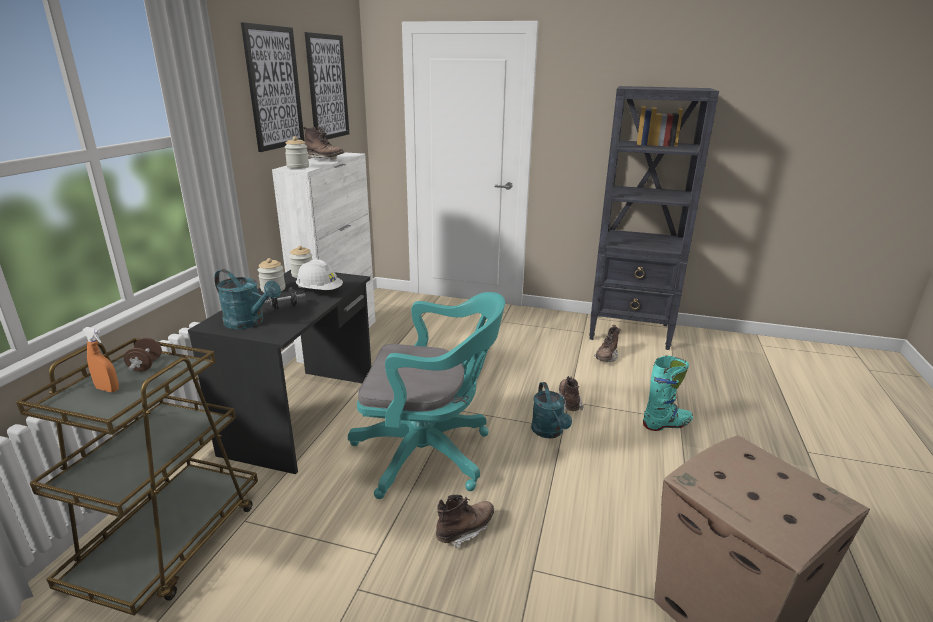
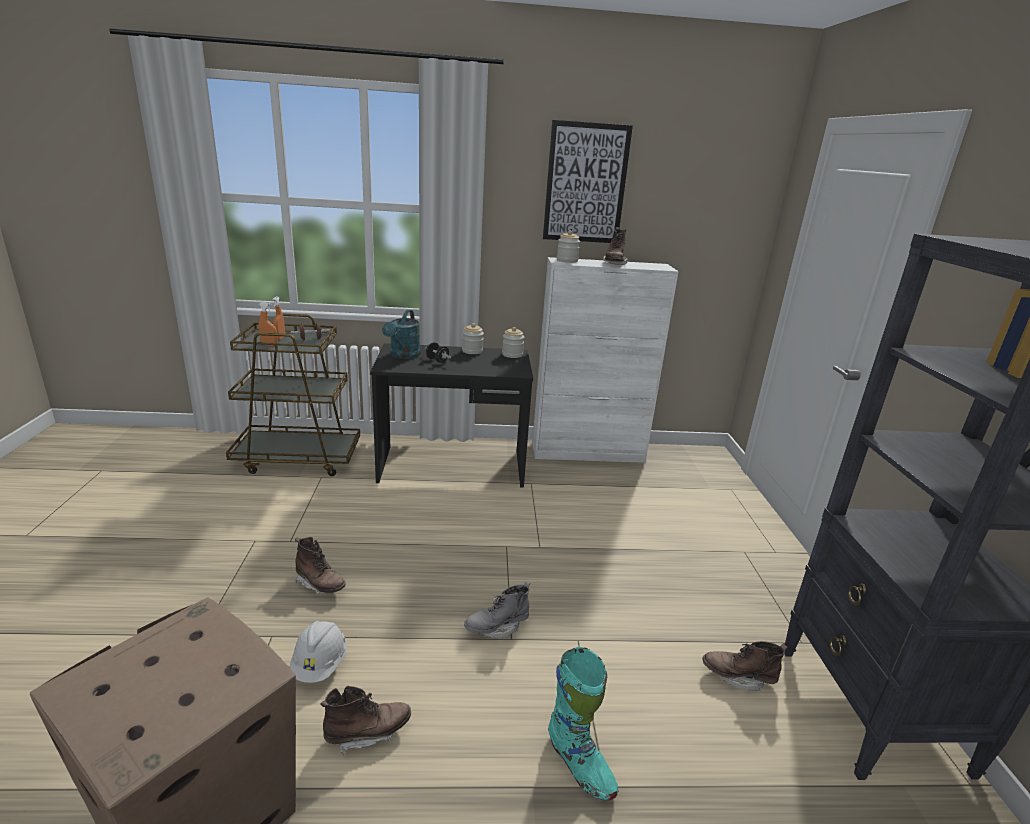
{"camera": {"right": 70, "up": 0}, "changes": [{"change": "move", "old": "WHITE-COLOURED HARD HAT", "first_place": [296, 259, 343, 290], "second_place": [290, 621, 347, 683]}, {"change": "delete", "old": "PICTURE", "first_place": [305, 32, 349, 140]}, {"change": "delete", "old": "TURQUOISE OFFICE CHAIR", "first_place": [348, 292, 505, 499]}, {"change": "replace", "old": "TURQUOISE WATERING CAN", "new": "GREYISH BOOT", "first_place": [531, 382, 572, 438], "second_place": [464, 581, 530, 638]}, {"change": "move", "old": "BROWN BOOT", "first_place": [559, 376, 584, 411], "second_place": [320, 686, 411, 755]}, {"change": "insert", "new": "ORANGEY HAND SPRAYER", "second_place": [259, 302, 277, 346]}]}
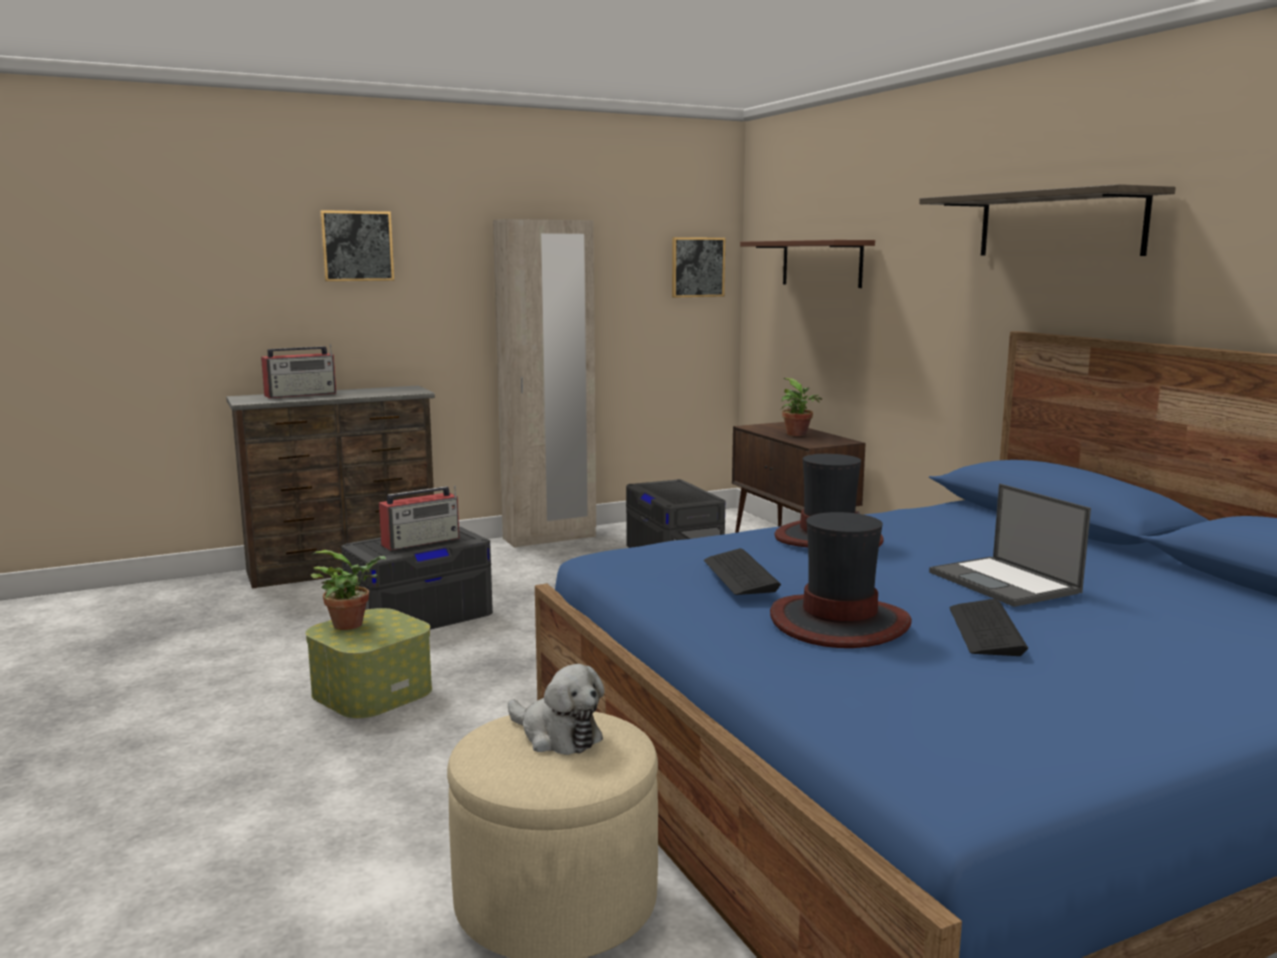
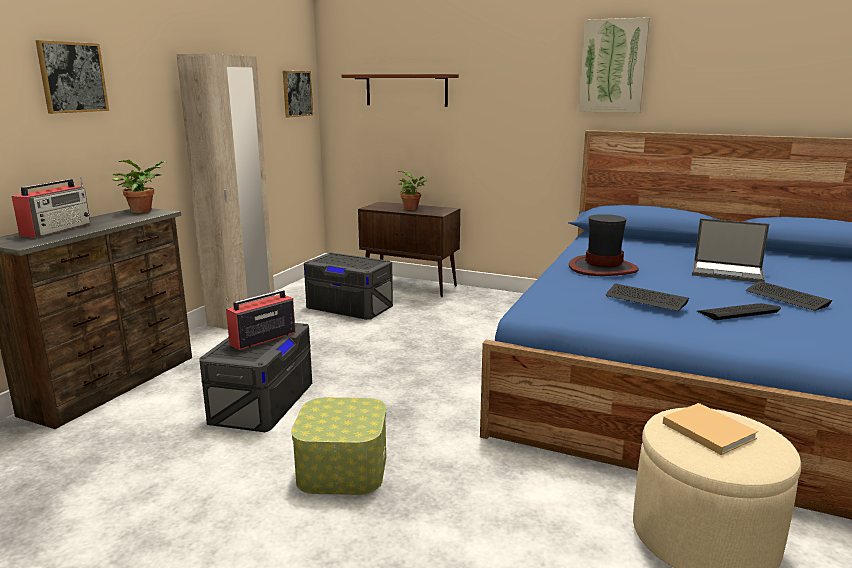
{"camera": {"right": -40, "up": 5}, "changes": [{"change": "move", "old": "PLANT IN A POT", "first_place": [311, 550, 386, 630], "second_place": [112, 160, 166, 213]}, {"change": "rotate", "old": "RADIO SET", "first_place": [379, 485, 459, 550], "second_place": [226, 290, 295, 350], "degrees": -150}, {"change": "replace", "old": "PLUSH TOY", "new": "SAND-COLOURED BOUND BOOK", "first_place": [508, 664, 605, 755], "second_place": [663, 403, 758, 455]}, {"change": "replace", "old": "CLOTHING HAT", "new": "PC KEYBOARD", "first_place": [770, 512, 912, 648], "second_place": [697, 303, 781, 320]}, {"change": "replace", "old": "WALL SHELF", "new": "PICTURE", "first_place": [919, 184, 1176, 256], "second_place": [579, 17, 650, 113]}]}
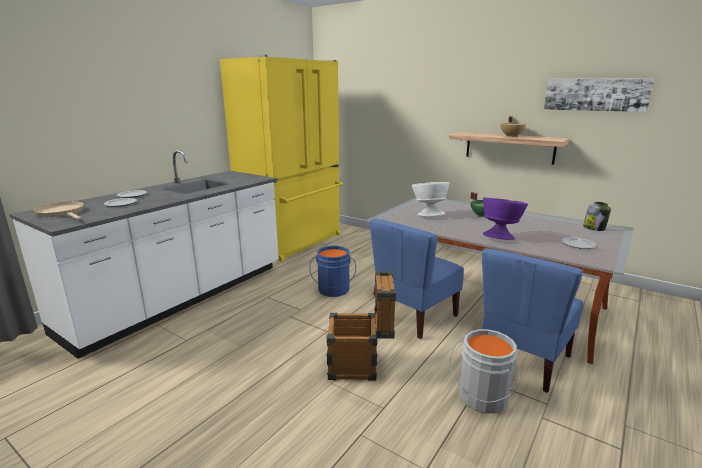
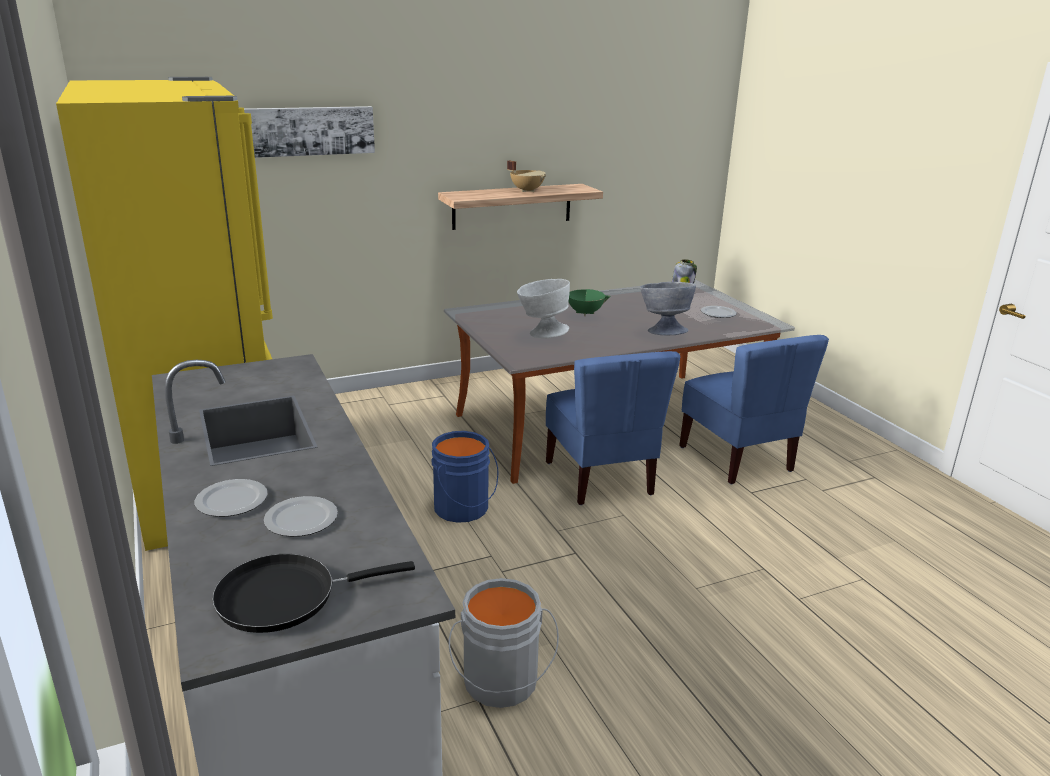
{"camera": {"right": -60, "up": 5}, "changes": [{"change": "recolor", "old": "SAND-COLOURED SKILLET", "new": "BLACKISH SKILLET", "first_place": [32, 201, 84, 220], "second_place": [212, 554, 415, 633]}, {"change": "delete", "old": "CRATE", "first_place": [326, 271, 396, 381]}, {"change": "move", "old": "GREYISH PAIL", "first_place": [449, 329, 521, 414], "second_place": [449, 578, 559, 708]}, {"change": "recolor", "old": "PURPLE-COLOURED BOWL", "new": "GREYISH BOWL", "first_place": [483, 197, 528, 240], "second_place": [640, 282, 696, 336]}, {"change": "move", "old": "PICTURE", "first_place": [544, 78, 654, 112], "second_place": [244, 106, 375, 158]}]}
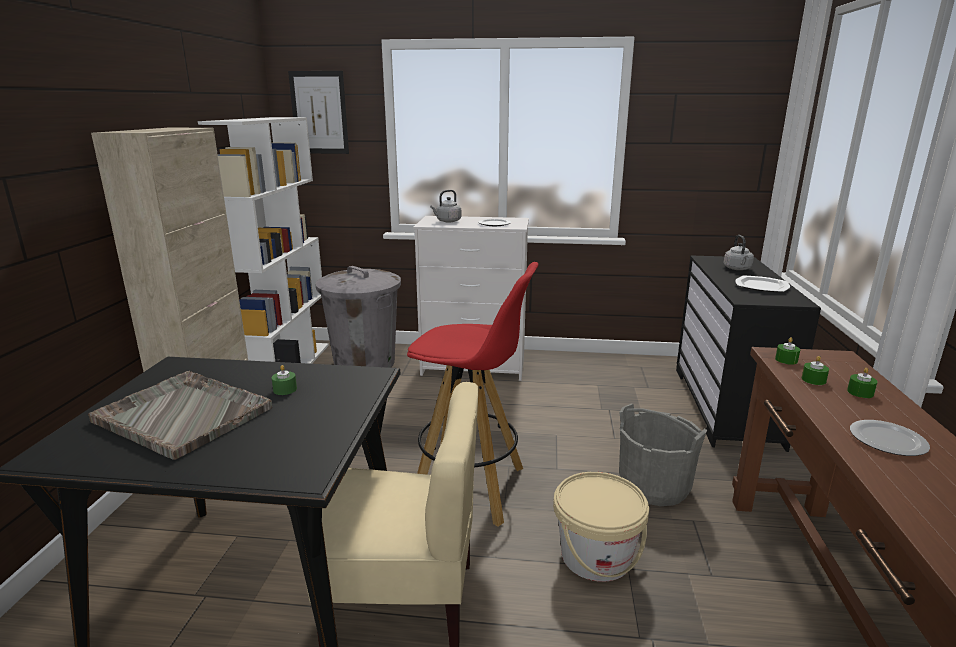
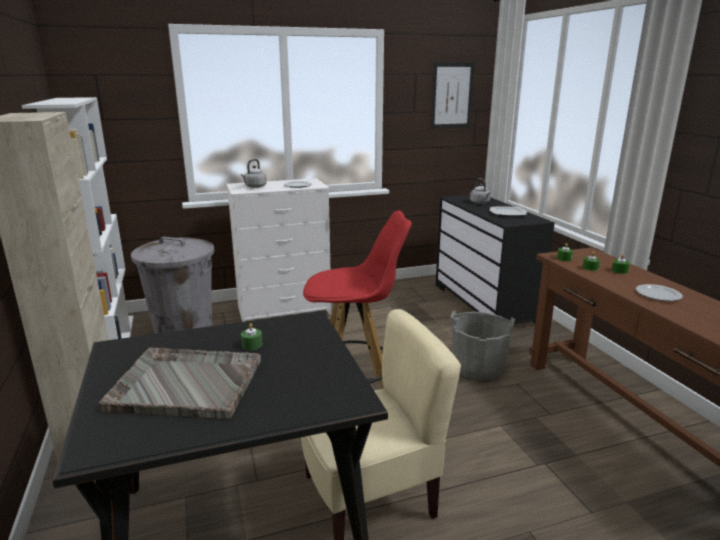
{"camera": {"right": -25, "up": 0}, "changes": [{"change": "move", "old": "PICTURE", "first_place": [288, 71, 349, 154], "second_place": [431, 62, 475, 129]}, {"change": "delete", "old": "SAND-COLOURED PAIL", "first_place": [553, 472, 649, 582]}]}
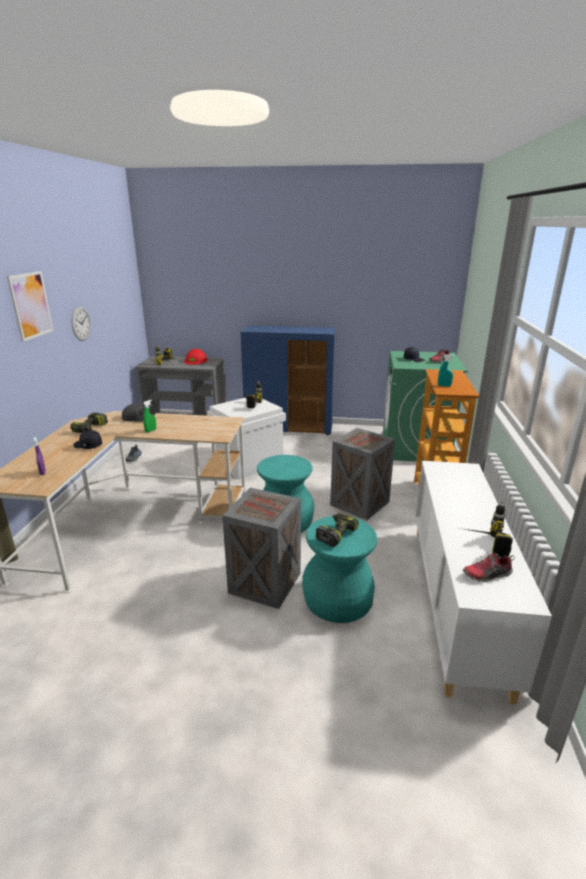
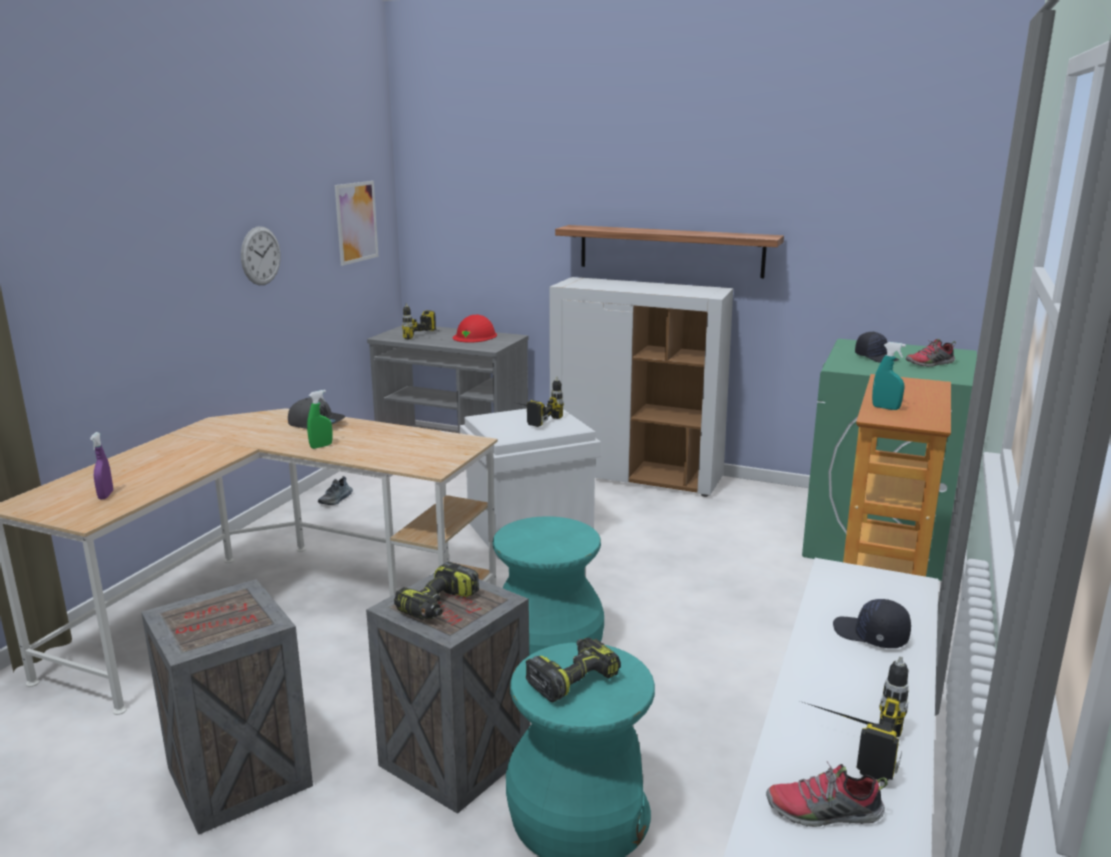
{"camera": {"right": 15, "up": -5}, "changes": [{"change": "move", "old": "PICTURE", "first_place": [7, 271, 53, 342], "second_place": [335, 181, 379, 266]}, {"change": "move", "old": "ELECTRIC DRILL", "first_place": [70, 413, 108, 433], "second_place": [394, 562, 479, 620]}, {"change": "move", "old": "BLACKISH PEAKED CAP", "first_place": [73, 430, 102, 449], "second_place": [833, 599, 911, 648]}, {"change": "recolor", "old": "BLUE-COLOURED CABINET", "new": "WHITE-COLOURED CABINET", "first_place": [241, 325, 335, 435], "second_place": [549, 277, 733, 497]}, {"change": "move", "old": "CRATE", "first_place": [330, 428, 395, 520], "second_place": [141, 579, 313, 835]}, {"change": "insert", "new": "WALL SHELF", "second_place": [555, 225, 784, 278]}]}
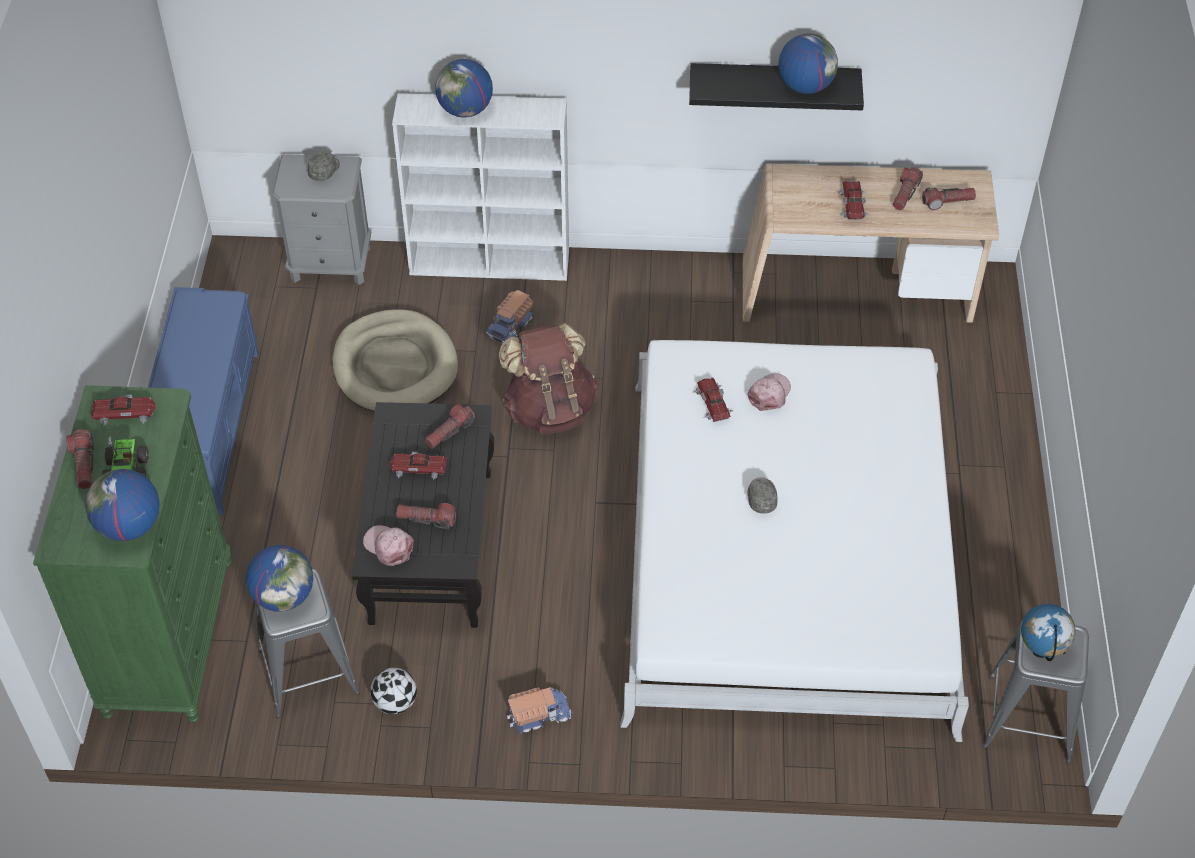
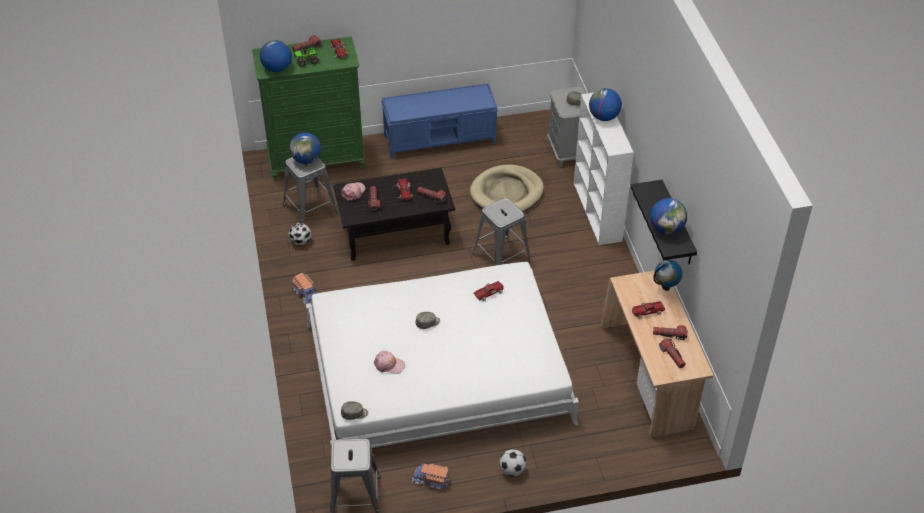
{"camera": {"right": 75, "up": -5}, "changes": [{"change": "move", "old": "TOY TRUCK", "first_place": [486, 290, 535, 344], "second_place": [412, 464, 449, 490]}, {"change": "replace", "old": "BROWN KNAPSACK", "new": "GREYISH SITTING STOOL", "first_place": [499, 323, 597, 434], "second_place": [473, 198, 531, 266]}, {"change": "move", "old": "PINK PEAKED CAP", "first_place": [748, 373, 791, 411], "second_place": [374, 351, 405, 374]}, {"change": "move", "old": "WORLD GLOBE", "first_place": [1021, 604, 1076, 661], "second_place": [653, 260, 682, 291]}, {"change": "insert", "new": "GREYISH PEAKED CAP", "second_place": [341, 401, 368, 420]}, {"change": "insert", "new": "FOOTBALL", "second_place": [499, 449, 526, 477]}]}
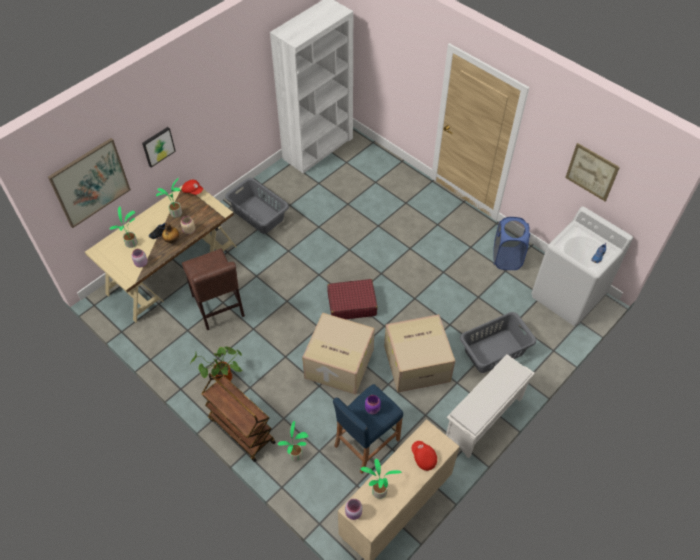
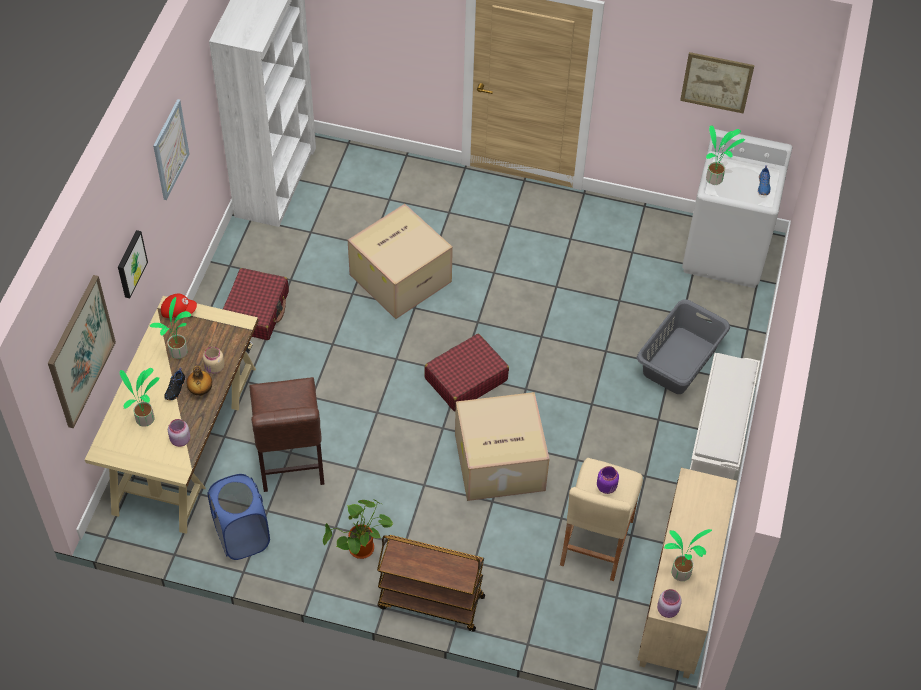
{"camera": {"right": -30, "up": 0}, "changes": [{"change": "rotate", "old": "BROWN UPRIGHT CHAIR", "first_place": [182, 248, 245, 330], "second_place": [249, 377, 324, 492], "degrees": 45}, {"change": "replace", "old": "GREYISH WASHING BASKET", "new": "RED-COLOURED TRAVEL CASE", "first_place": [225, 178, 289, 234], "second_place": [223, 268, 289, 340]}, {"change": "move", "old": "PLANT IN A POT", "first_place": [277, 421, 309, 461], "second_place": [706, 125, 745, 185]}, {"change": "recolor", "old": "BLUE-COLOURED SITTING STOOL", "new": "SAND-COLOURED SITTING STOOL", "first_place": [333, 384, 403, 474], "second_place": [560, 458, 643, 581]}, {"change": "move", "old": "PACKING BOX", "first_place": [384, 314, 455, 392], "second_place": [348, 204, 453, 319]}, {"change": "delete", "old": "RED-COLOURED PEAKED CAP", "first_place": [412, 441, 437, 471]}, {"change": "move", "old": "BLUE-COLOURED WASHING BASKET", "first_place": [493, 217, 530, 270], "second_place": [207, 474, 270, 560]}, {"change": "insert", "new": "PICTURE", "second_place": [153, 99, 189, 200]}]}
